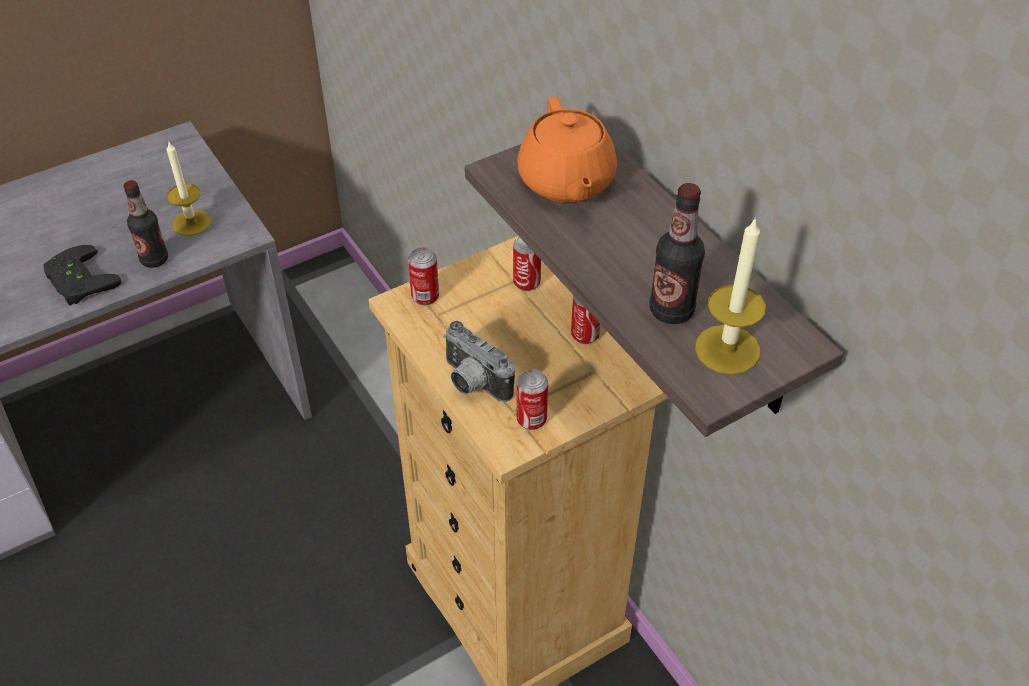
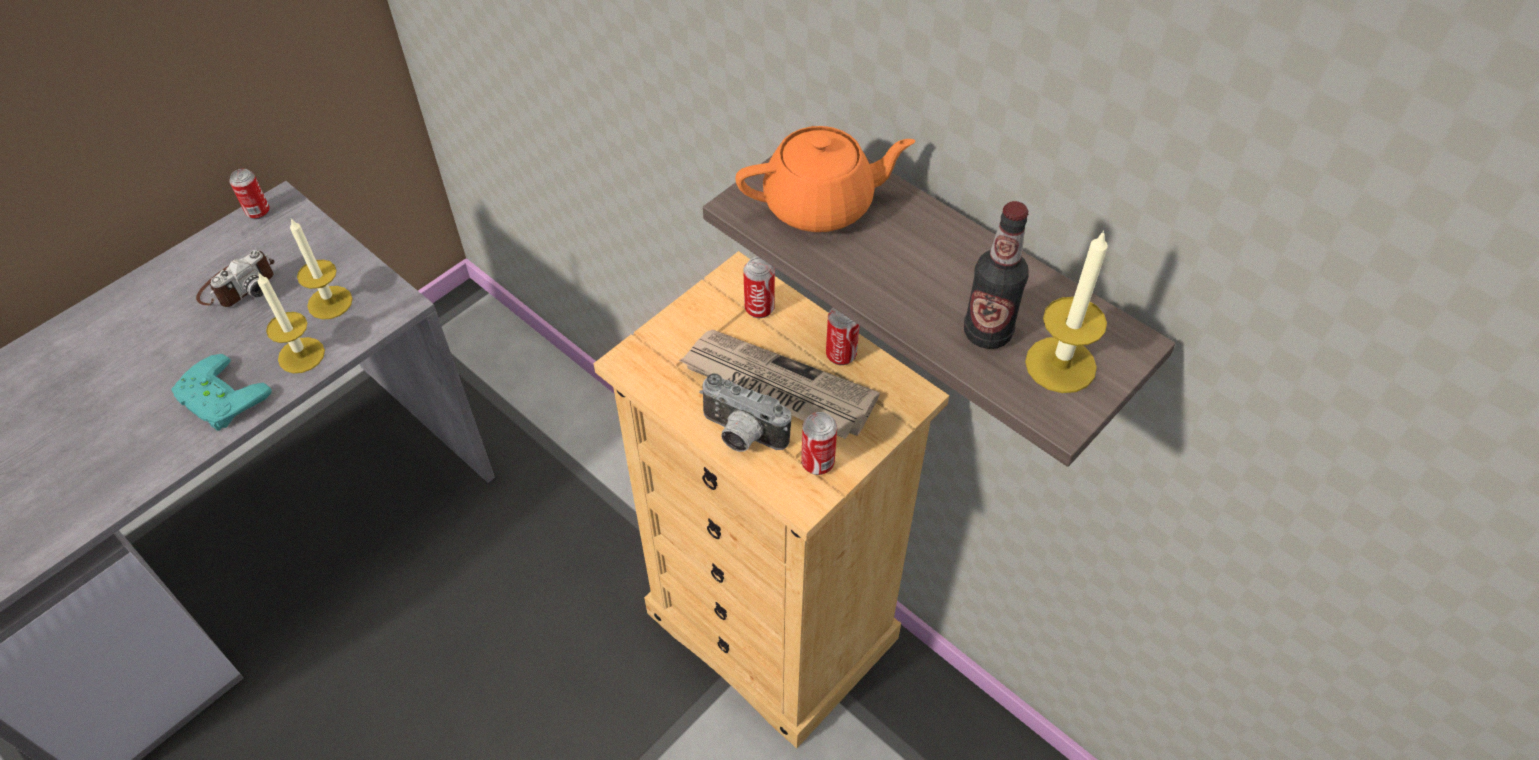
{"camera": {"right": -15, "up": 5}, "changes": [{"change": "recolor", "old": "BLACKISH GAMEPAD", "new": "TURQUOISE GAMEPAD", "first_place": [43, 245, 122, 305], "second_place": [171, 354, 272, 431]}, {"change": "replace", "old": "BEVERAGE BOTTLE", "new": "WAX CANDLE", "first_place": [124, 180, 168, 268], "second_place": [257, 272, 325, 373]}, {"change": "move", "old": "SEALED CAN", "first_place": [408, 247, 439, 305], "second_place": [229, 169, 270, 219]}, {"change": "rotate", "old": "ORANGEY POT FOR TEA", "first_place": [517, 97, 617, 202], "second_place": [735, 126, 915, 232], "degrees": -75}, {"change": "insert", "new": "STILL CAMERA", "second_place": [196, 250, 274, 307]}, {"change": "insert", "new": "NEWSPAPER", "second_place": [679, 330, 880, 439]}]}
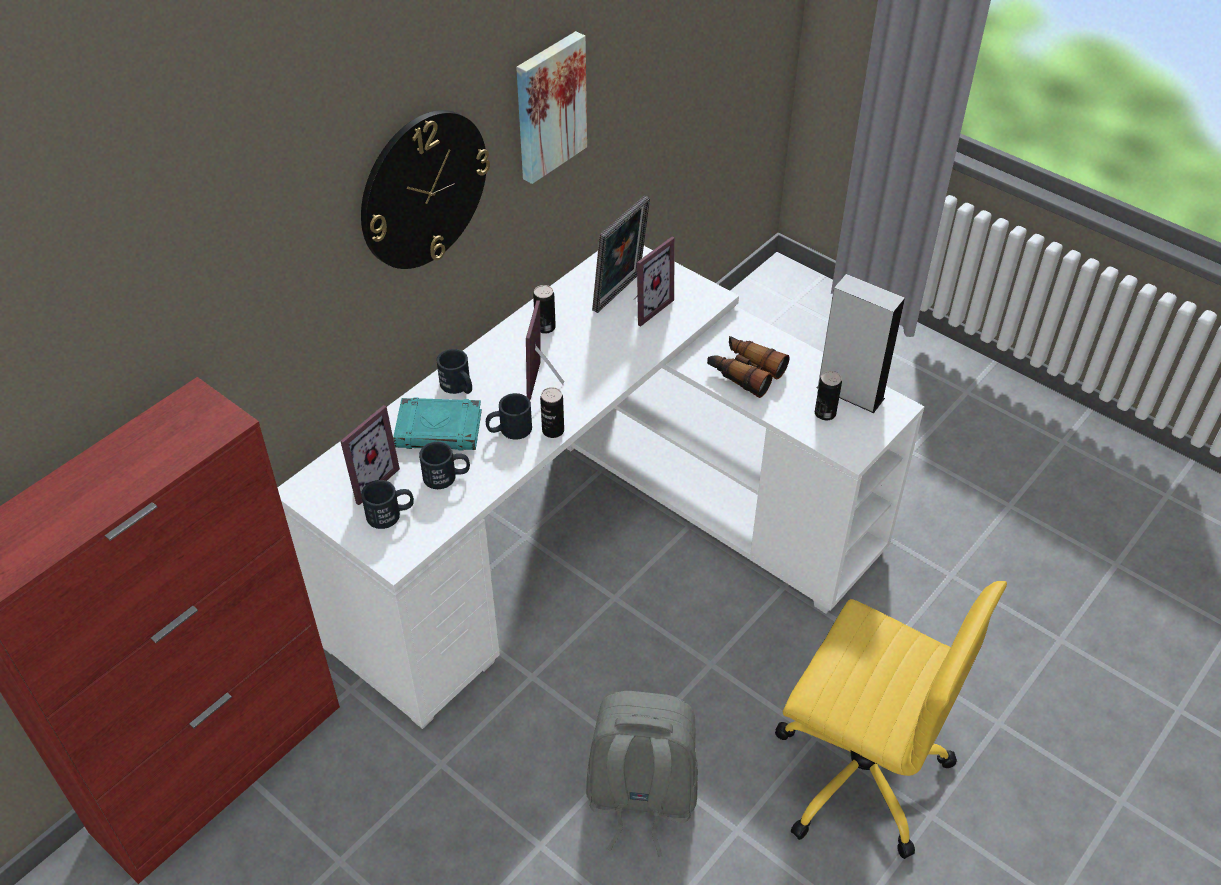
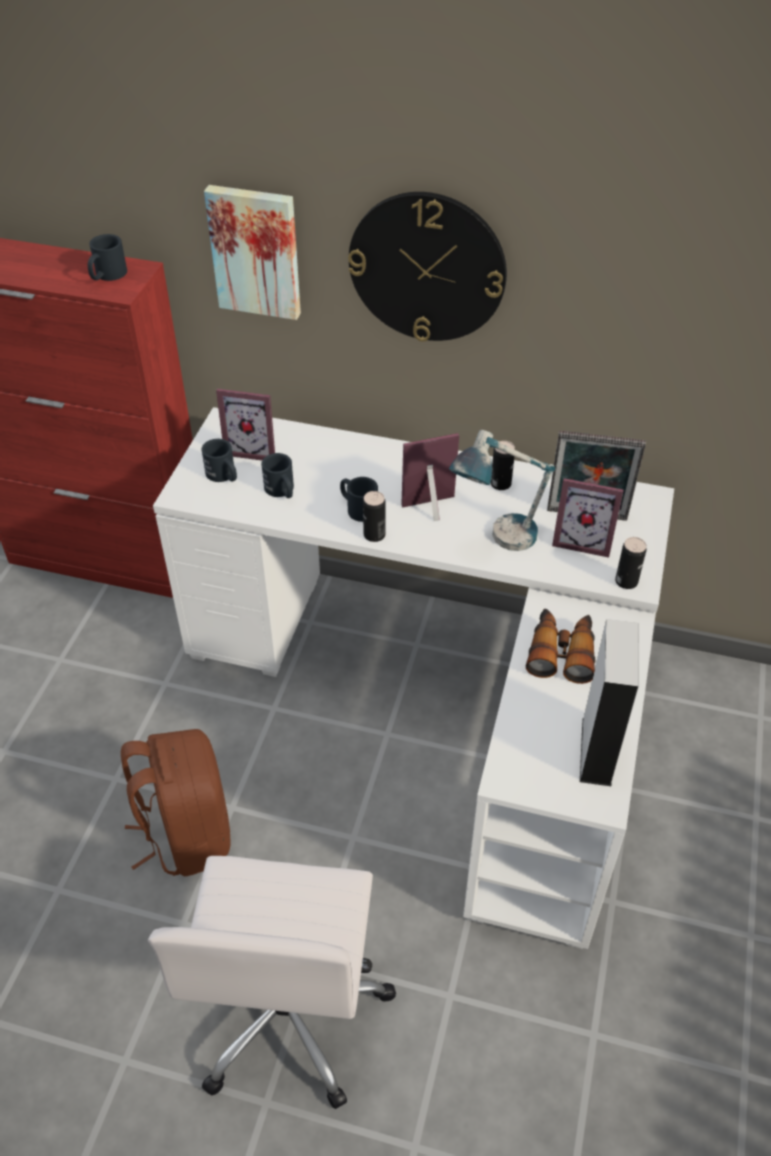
{"camera": {"right": 65, "up": 0}, "changes": [{"change": "delete", "old": "TURQUOISE BOUND BOOK", "first_place": [393, 397, 482, 450]}, {"change": "move", "old": "BLACKISH MUG", "first_place": [437, 349, 472, 394], "second_place": [88, 234, 127, 281]}, {"change": "move", "old": "PICTURE", "first_place": [516, 31, 587, 184], "second_place": [204, 185, 301, 320]}, {"change": "recolor", "old": "GREYISH KNAPSACK", "new": "BROWN KNAPSACK", "first_place": [586, 691, 698, 857], "second_place": [121, 729, 230, 876]}, {"change": "recolor", "old": "YELLOW-COLOURED OFFICE CHAIR", "new": "WHITE-COLOURED OFFICE CHAIR", "first_place": [775, 581, 1007, 859], "second_place": [148, 856, 396, 1109]}, {"change": "move", "old": "SEALED CAN", "first_place": [815, 371, 842, 420], "second_place": [615, 537, 647, 589]}, {"change": "insert", "new": "TABLETOP LAMP", "second_place": [449, 430, 555, 551]}]}
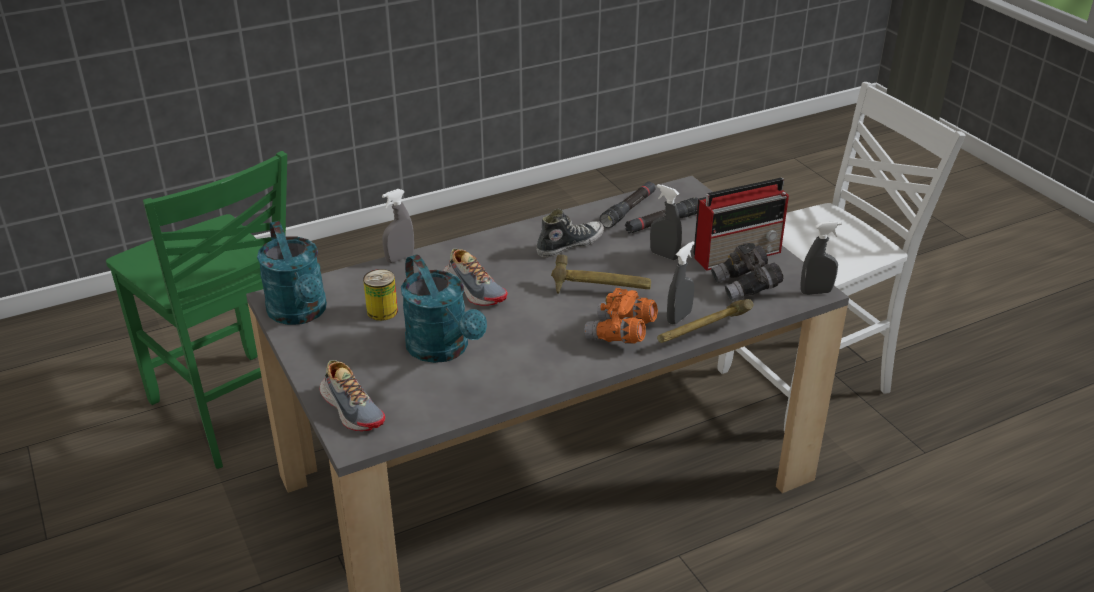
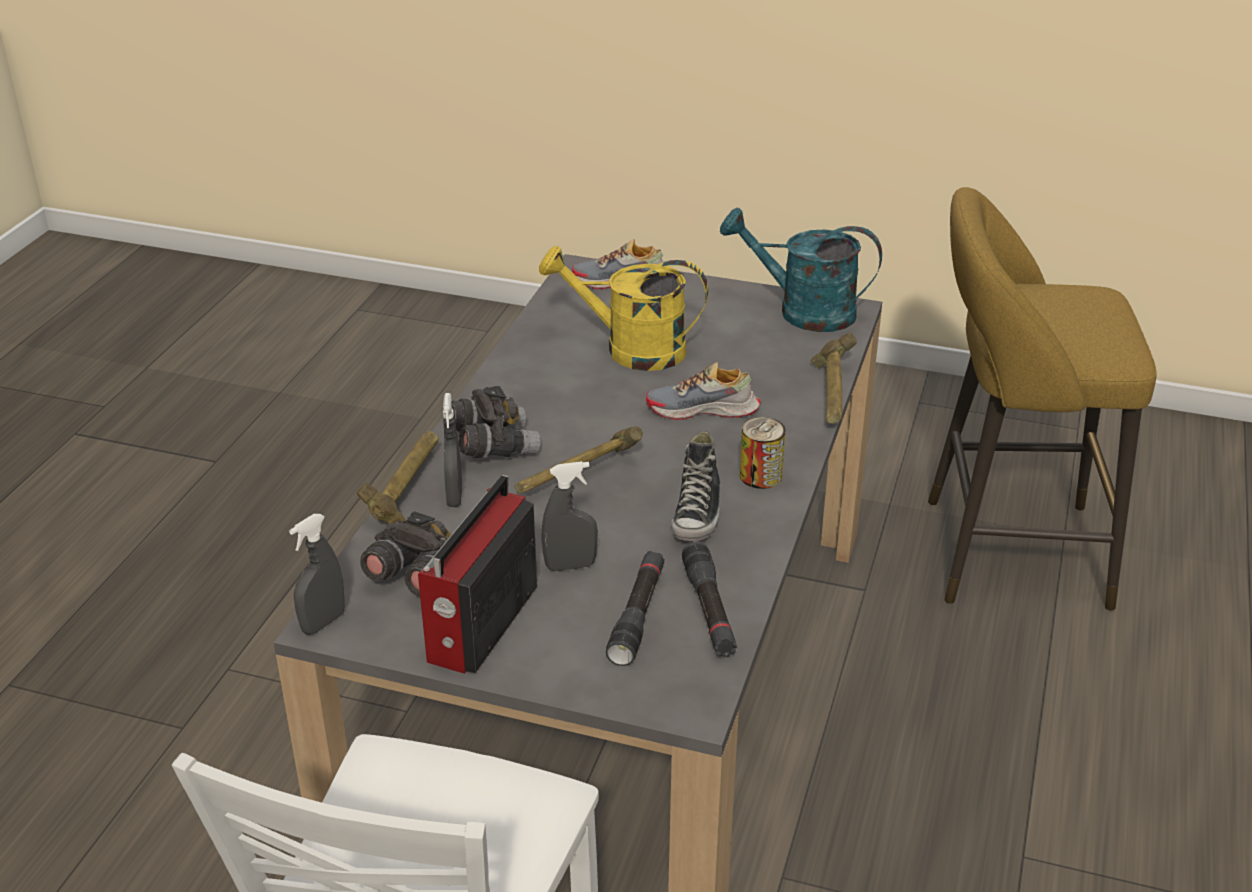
{"camera": {"right": 135, "up": 0}, "changes": [{"change": "replace", "old": "GREEN-COLOURED UPRIGHT CHAIR", "new": "YELLOW-COLOURED SITTING STOOL", "first_place": [106, 151, 287, 469], "second_place": [928, 187, 1157, 610]}, {"change": "move", "old": "SEALED CAN", "first_place": [363, 269, 398, 321], "second_place": [740, 417, 786, 489]}, {"change": "replace", "old": "GREYISH HAND SPRAYER", "new": "HAND HAMMER", "first_place": [382, 189, 414, 263], "second_place": [811, 332, 857, 424]}, {"change": "recolor", "old": "TURQUOISE WATERING CAN", "new": "YELLOW-COLOURED WATERING CAN", "first_place": [401, 254, 487, 363], "second_place": [539, 245, 708, 371]}, {"change": "recolor", "old": "ORANGEY BINOCULARS", "new": "GREYISH BINOCULARS", "first_place": [584, 288, 658, 344], "second_place": [451, 386, 541, 458]}]}
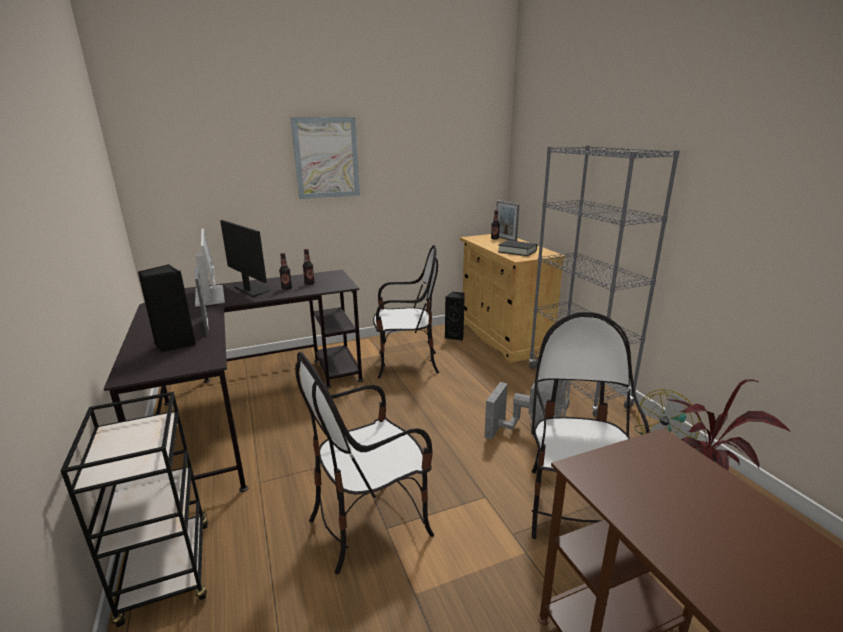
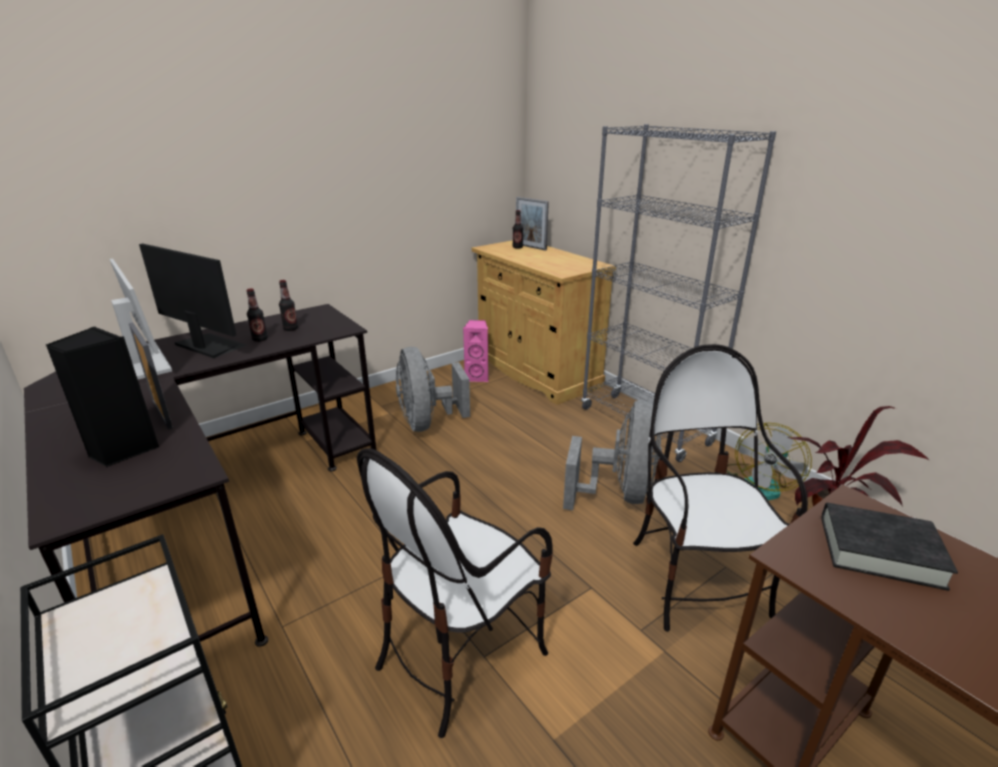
{"camera": {"right": -15, "up": 5}, "changes": [{"change": "delete", "old": "PICTURE", "first_place": [291, 117, 360, 199]}, {"change": "replace", "old": "UPRIGHT CHAIR", "new": "GREYISH COOLING FAN", "first_place": [373, 245, 439, 379], "second_place": [396, 347, 470, 432]}, {"change": "recolor", "old": "BLACKISH AUDIO SPEAKER", "new": "PINK AUDIO SPEAKER", "first_place": [445, 292, 465, 341], "second_place": [463, 320, 489, 382]}, {"change": "move", "old": "BLACKISH BOUND BOOK", "first_place": [498, 240, 537, 256], "second_place": [822, 503, 958, 591]}]}
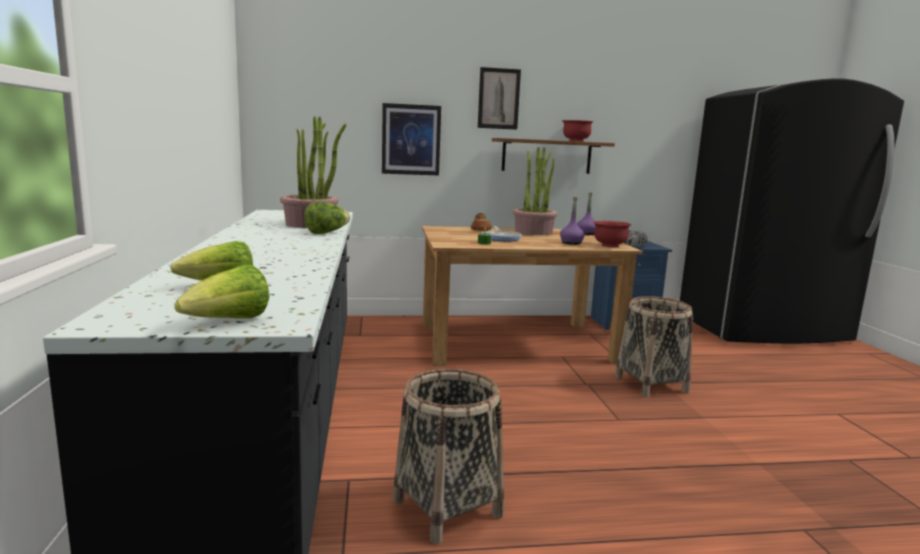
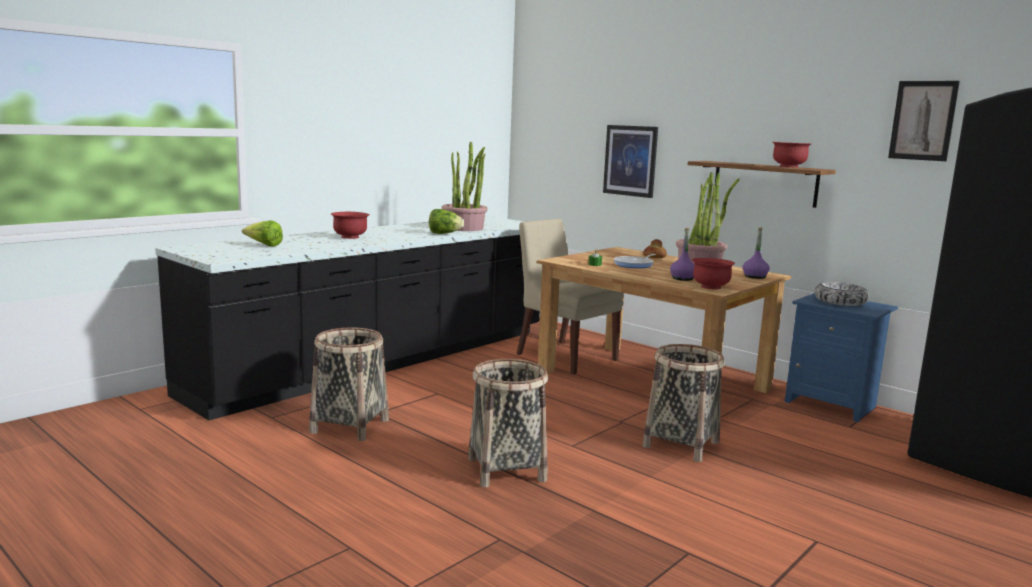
{"camera": {"right": 50, "up": 0}, "changes": [{"change": "delete", "old": "HEAD OF LETTUCE", "first_place": [174, 264, 269, 318]}, {"change": "move", "old": "PICTURE", "first_place": [478, 67, 521, 130], "second_place": [888, 81, 960, 161]}, {"change": "insert", "new": "RED-COLOURED BOWL", "second_place": [331, 212, 370, 239]}, {"change": "insert", "new": "STORAGE BASKET", "second_place": [468, 359, 548, 487]}, {"change": "insert", "new": "SAND-COLOURED UPRIGHT CHAIR", "second_place": [517, 219, 624, 374]}]}
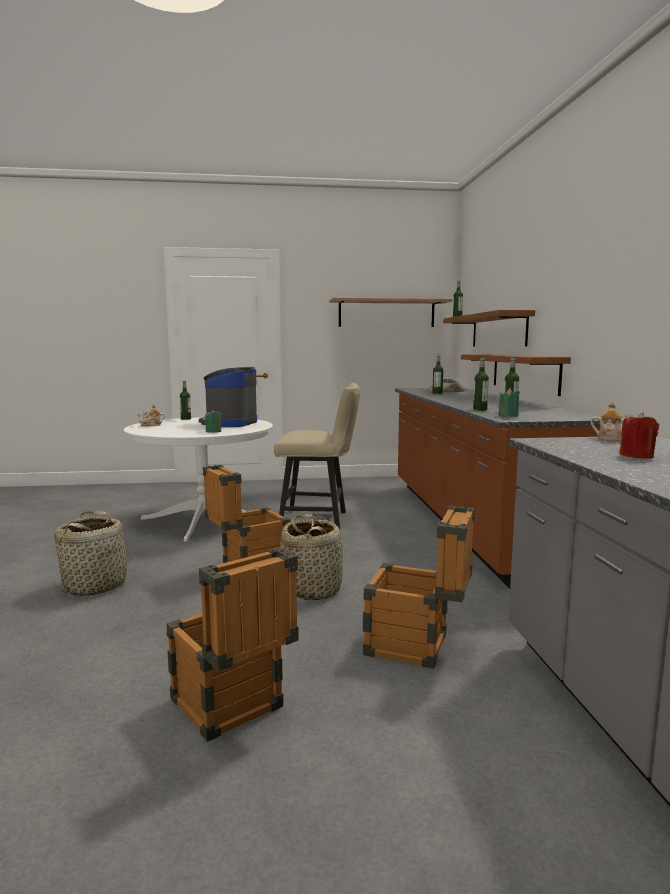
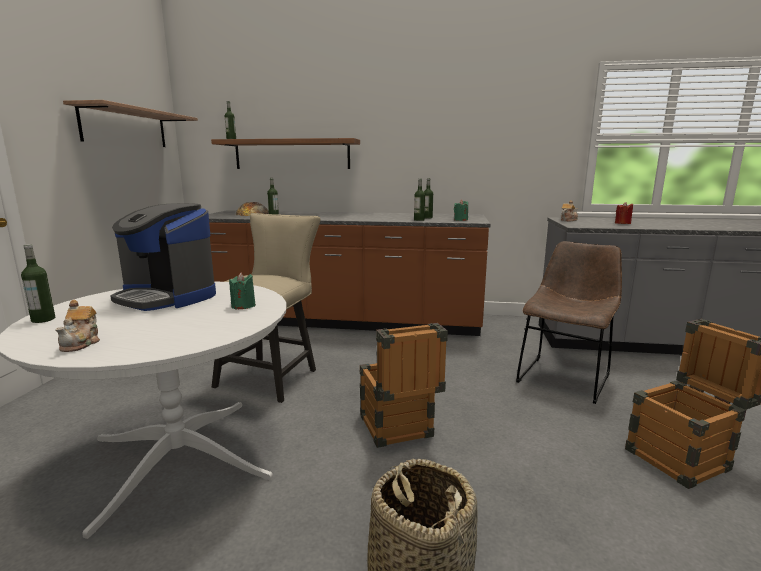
{"camera": {"right": -75, "up": 5}, "changes": [{"change": "delete", "old": "STORAGE BASKET", "first_place": [280, 514, 343, 600]}, {"change": "replace", "old": "CRATE", "new": "BROWN UPRIGHT CHAIR", "first_place": [363, 506, 475, 669], "second_place": [516, 241, 622, 404]}, {"change": "delete", "old": "WALL SHELF", "first_place": [461, 354, 571, 396]}]}
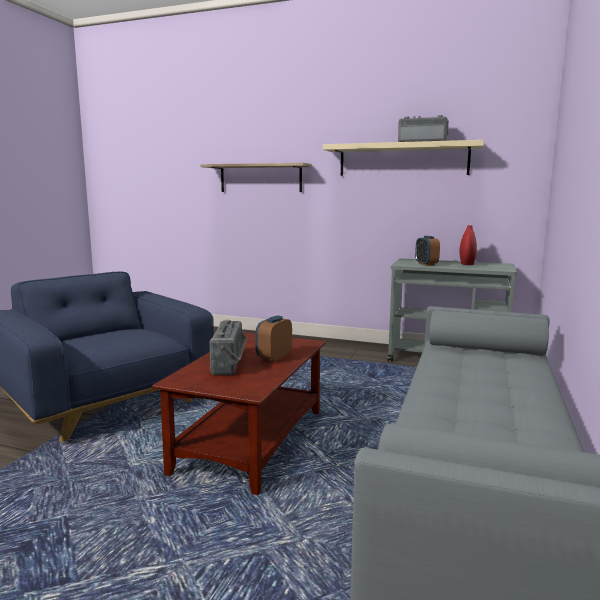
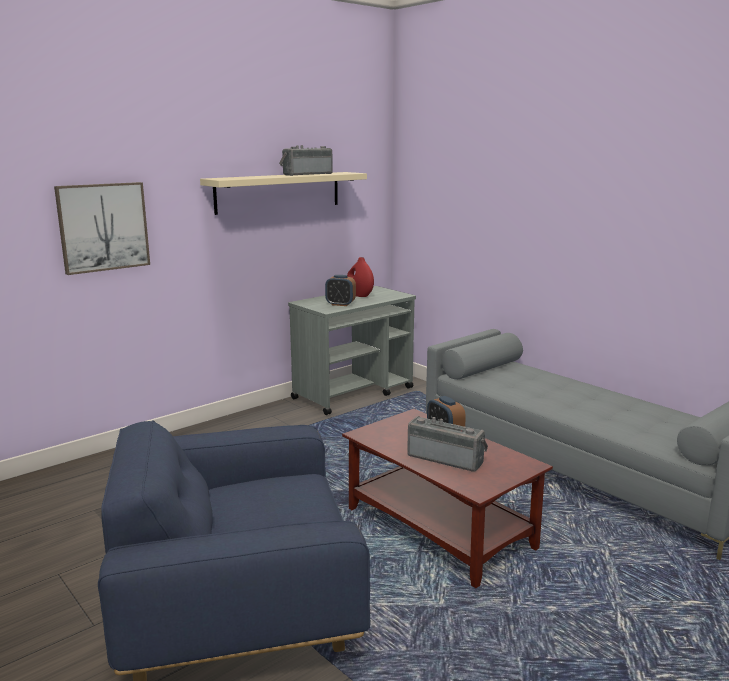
{"camera": {"right": -60, "up": 5}, "changes": [{"change": "replace", "old": "WALL SHELF", "new": "PICTURE", "first_place": [200, 163, 312, 192], "second_place": [54, 182, 150, 275]}]}
